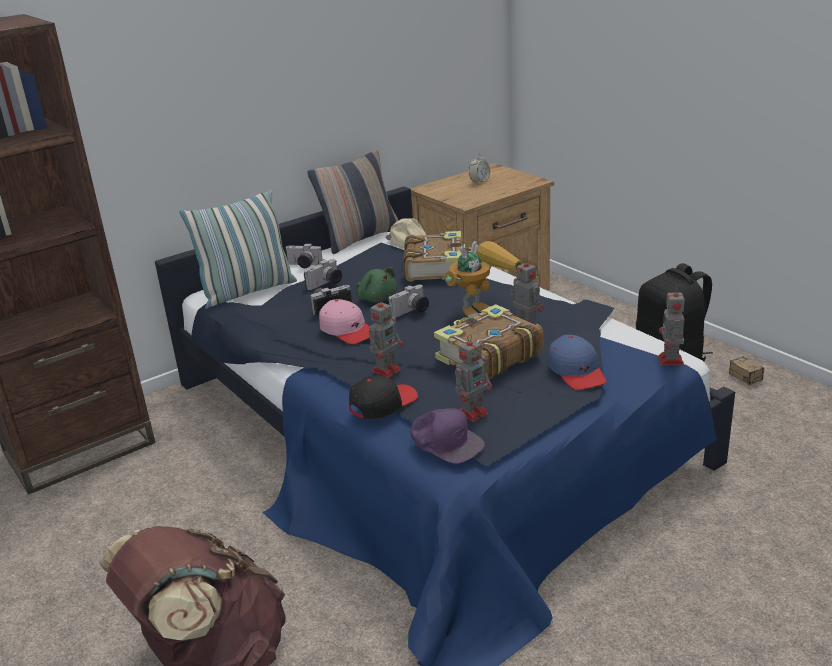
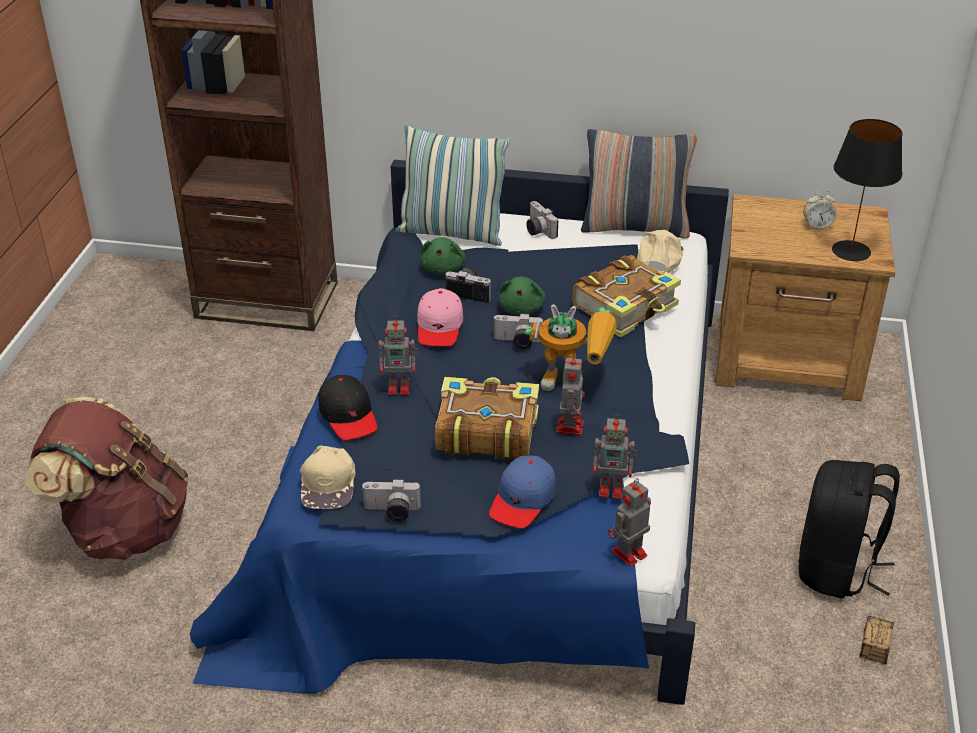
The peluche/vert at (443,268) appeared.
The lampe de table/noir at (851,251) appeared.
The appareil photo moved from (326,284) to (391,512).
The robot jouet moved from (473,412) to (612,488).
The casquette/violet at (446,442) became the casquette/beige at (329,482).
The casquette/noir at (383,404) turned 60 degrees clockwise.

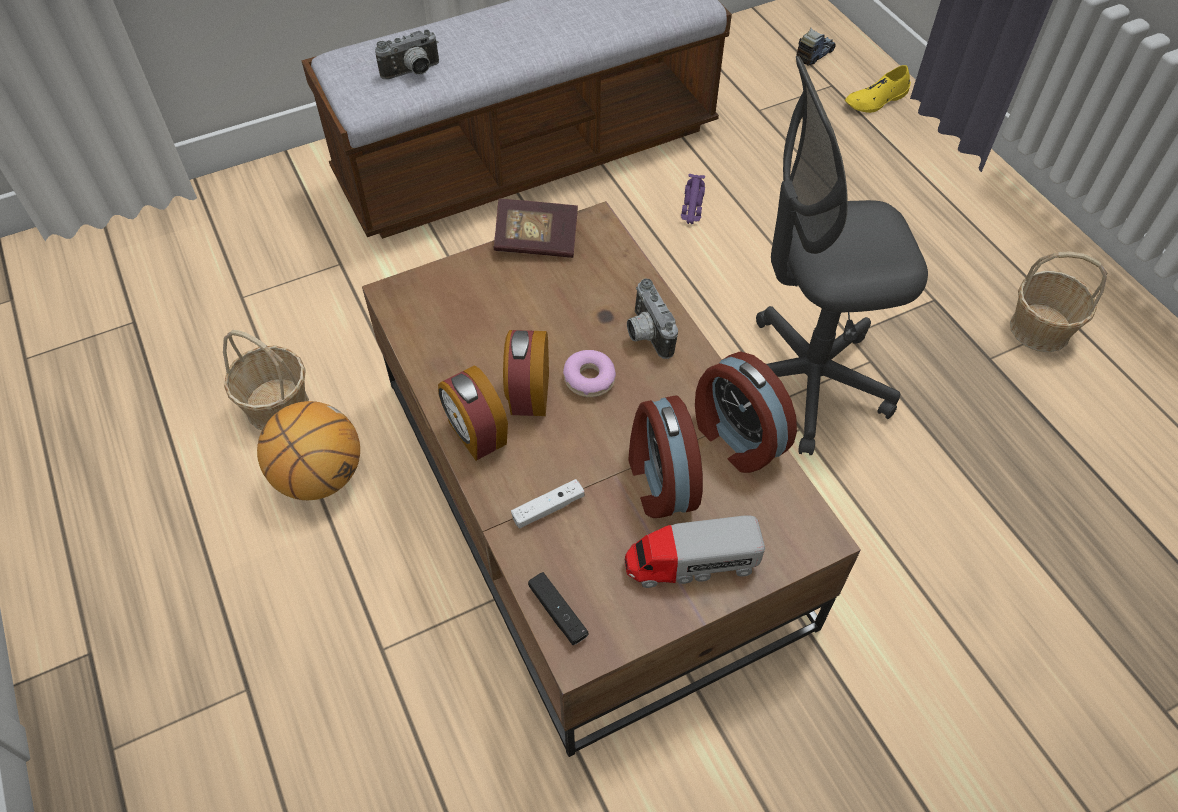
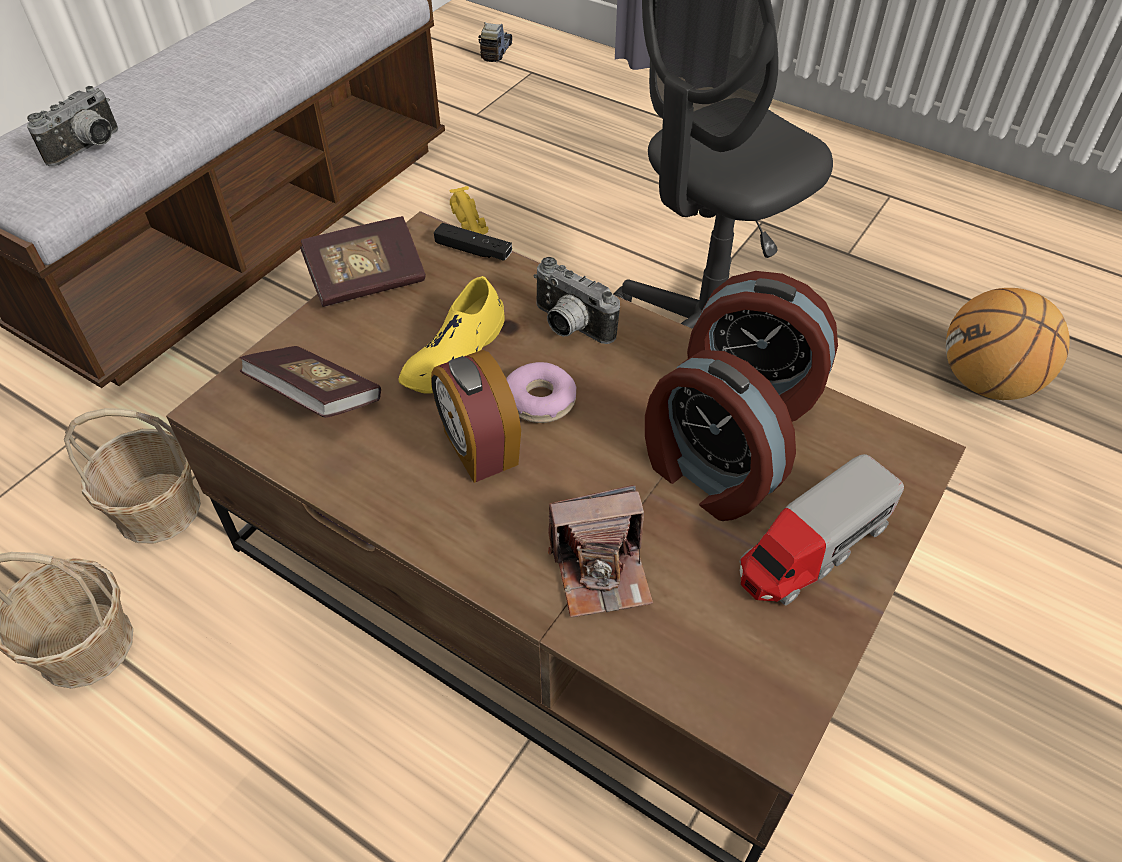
The réveil at (476,434) disappeared.
The livre at (316,398) appeared.
The ballon de basket moved from (319,477) to (987,383).
The manette/noir moved from (558,612) to (473,250).
The chaussure/jaune moved from (876,100) to (455,355).
The panier moved from (1040,329) to (159,509).
The manette/blanc at (548,508) was replaced by the appareil photo at (601,570).
The petite voiture/violet at (692,206) became the petite voiture/jaune at (469,222).

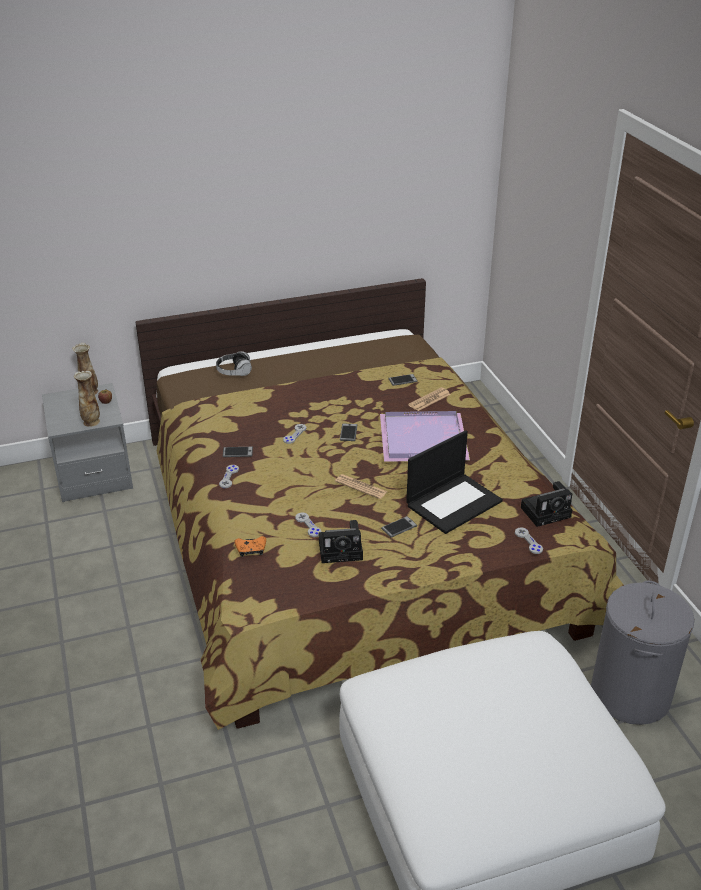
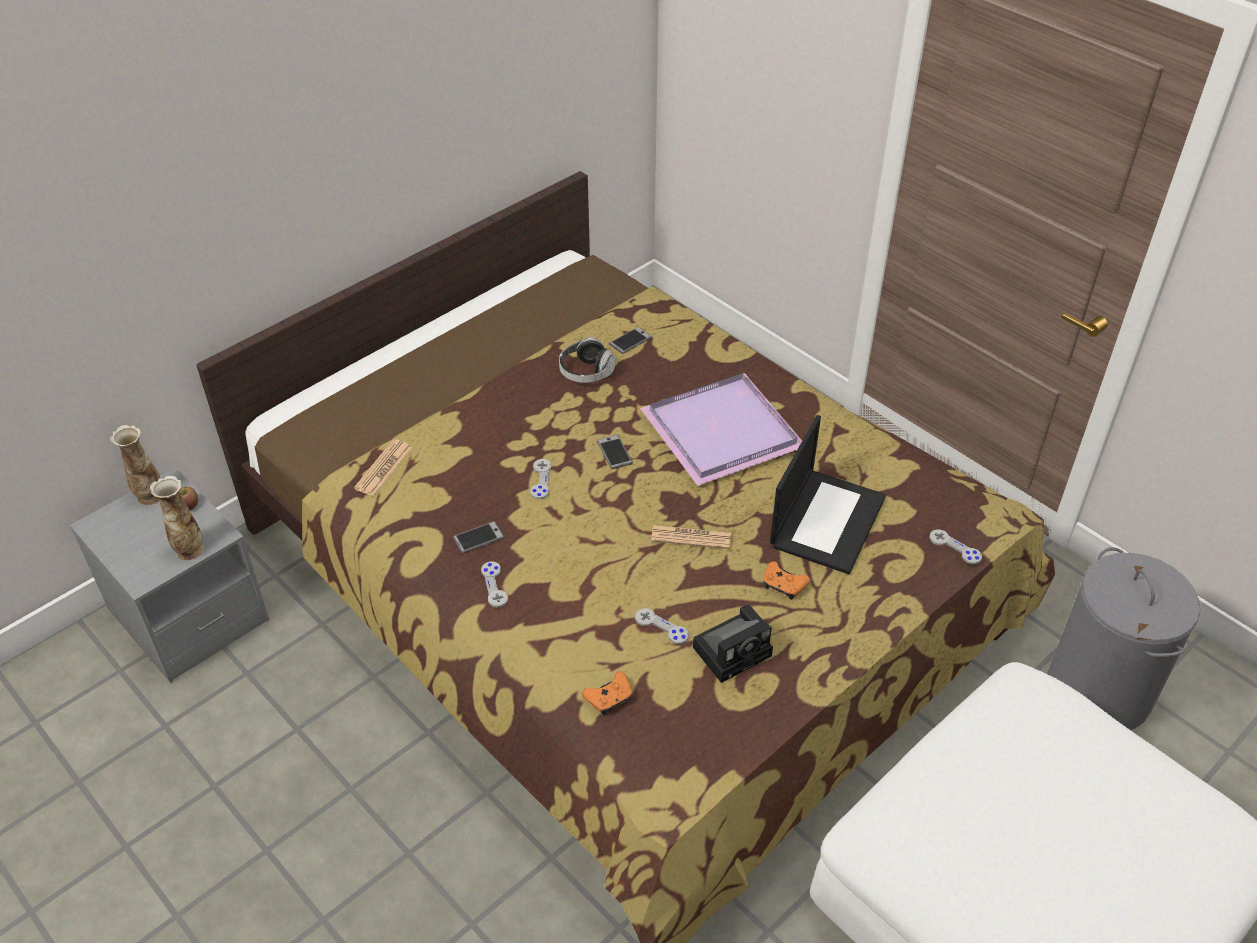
The appareil photo at (547,511) disappeared.
The casque audio moved from (234,372) to (586,372).
The journal moved from (429,400) to (383,468).
The téléphone at (399,527) was replaced by the manette/orange at (783,585).

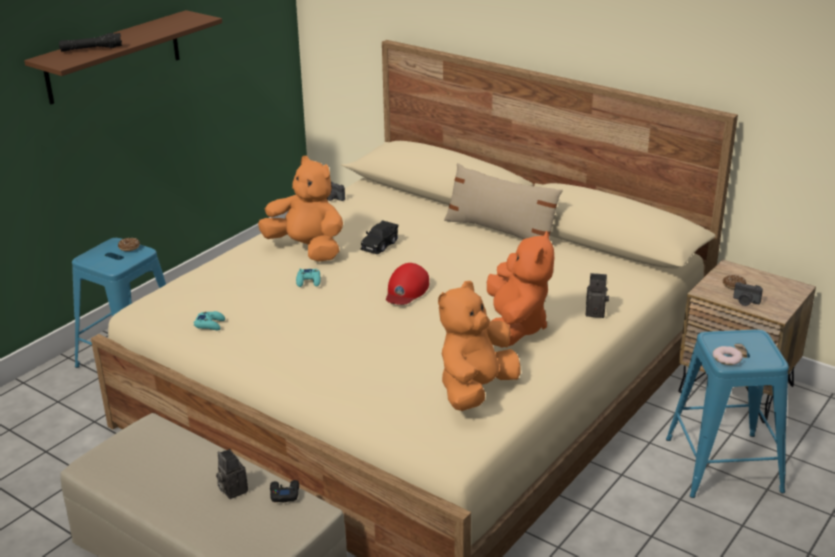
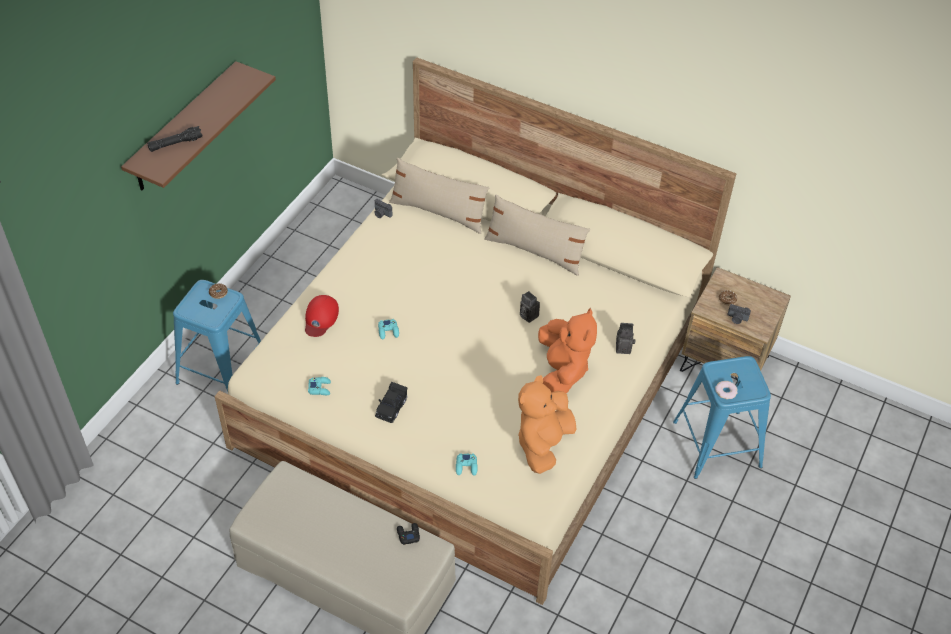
The peluche/orange at (307,249) disappeared.
The coussin/beige at (438,212) appeared.
The manette/turquoise at (466,466) appeared.
The appareil photo moved from (232,489) to (527,315).
The petite voiture/noir moved from (379,245) to (391,407).
The casquette/rouge moved from (406,290) to (320,318).

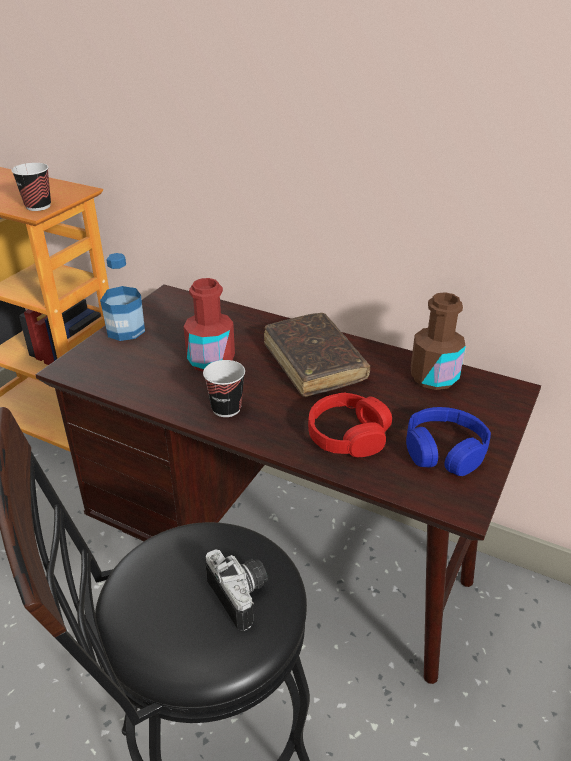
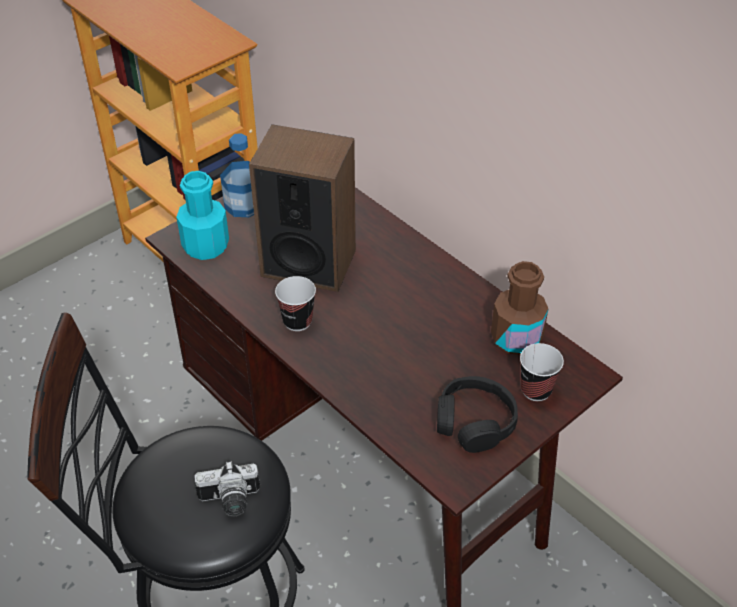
The livre/marron at (314,363) disappeared.
The casque audio/rouge at (348,435) disappeared.
The bouteille/turquoise at (205,246) appeared.
The tasse moved from (38,206) to (536,390).
The bouteille/rouge at (211,361) was replaced by the enceinte at (308,262).
The casque audio/bleu at (444,451) became the casque audio/noir at (474,422).
The appareil photo at (243,595) turned 90 degrees clockwise.

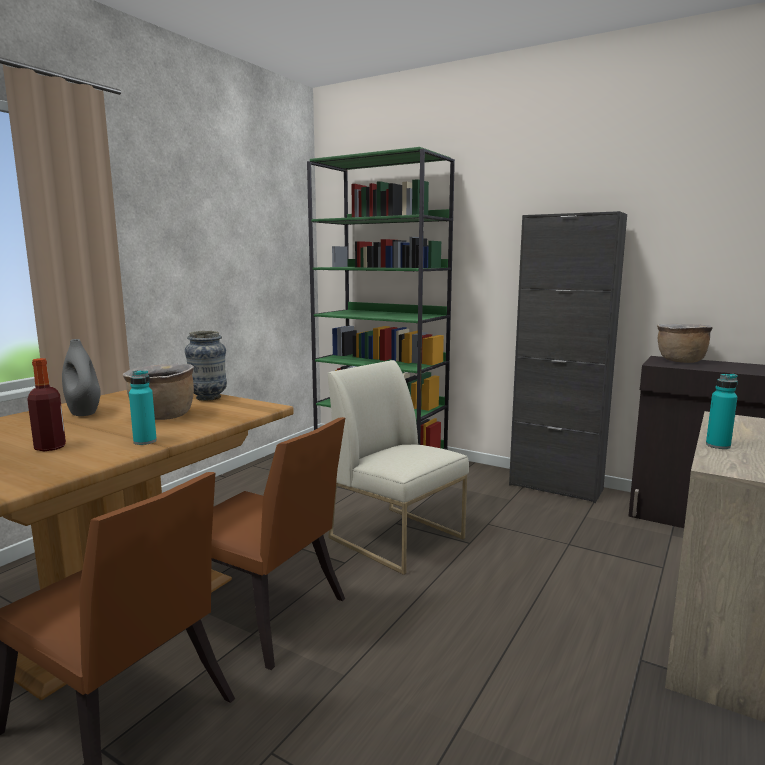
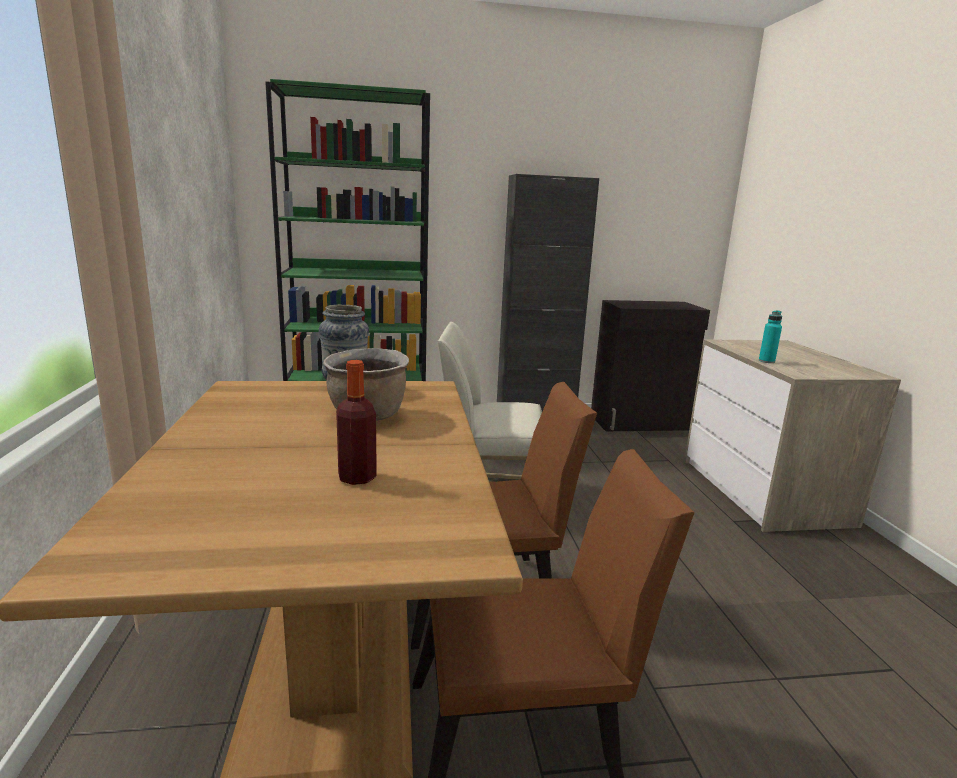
The vase/gris at (84,412) disappeared.
The bouteille/turquoise at (145,441) disappeared.
The marmite/marron at (680,361) disappeared.

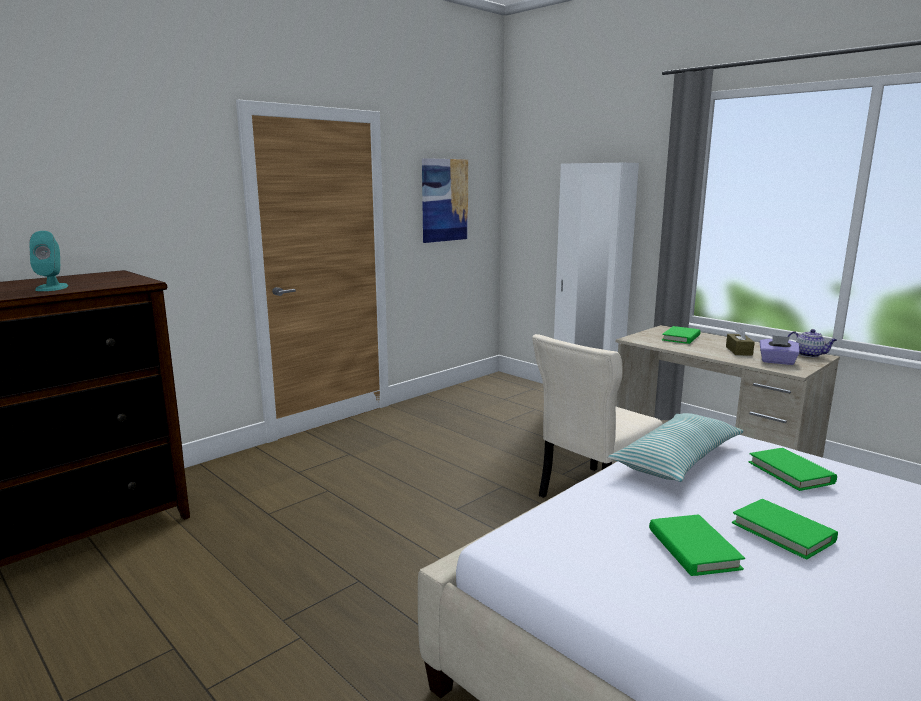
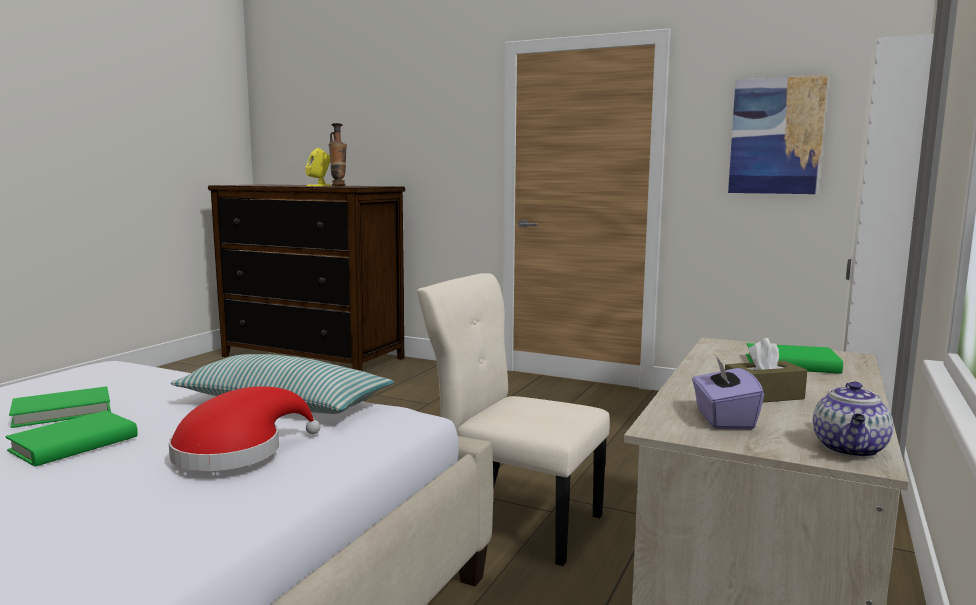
The vase at (338,186) appeared.
The livre/vert at (790,472) was replaced by the chapeau/rouge at (236,451).
The enceinte/turquoise at (52,288) became the enceinte/jaune at (319,186).

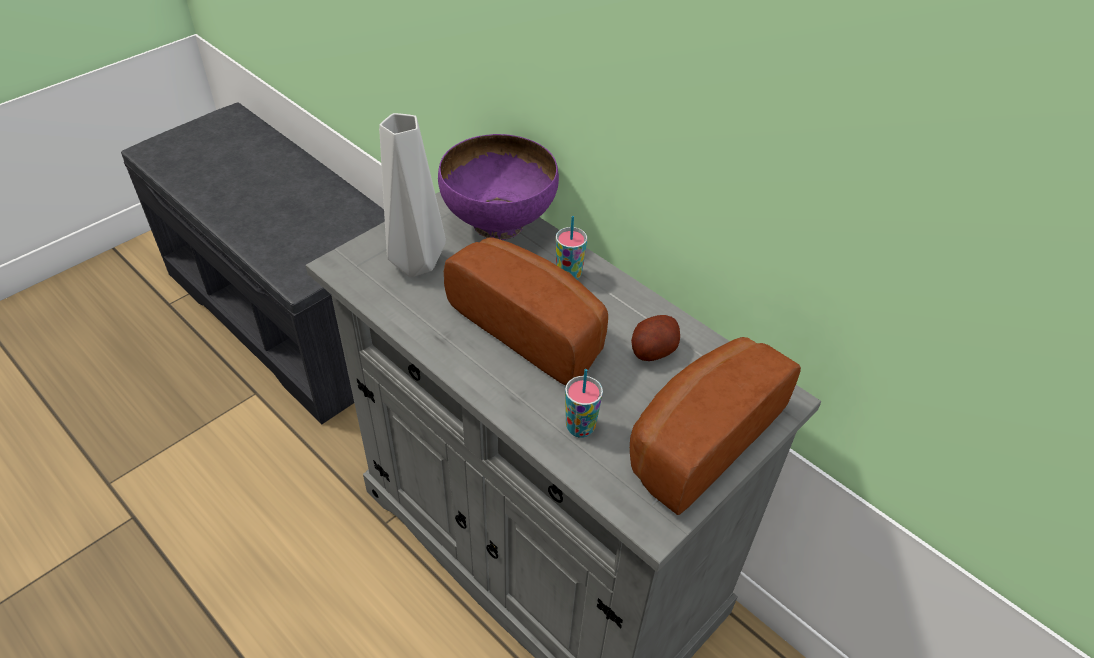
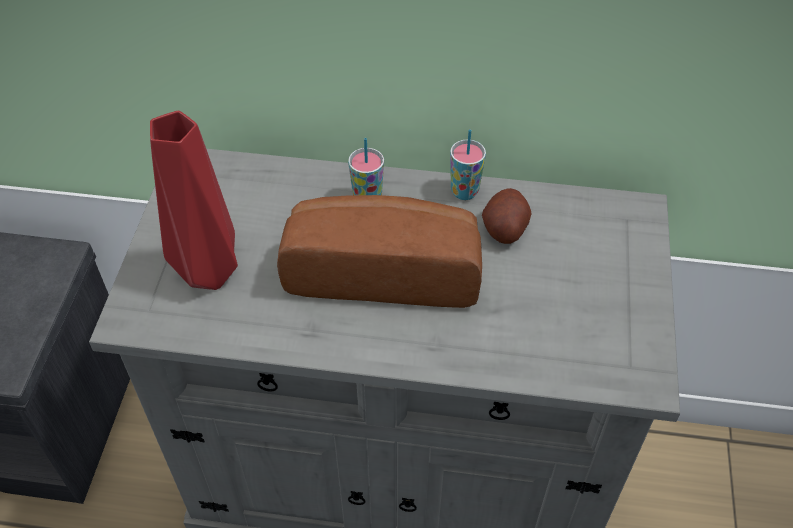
The bol/violet at (498,225) disappeared.
The pain at (697,438) disappeared.
The tasse moved from (580,427) to (464,191).
The vase/gris at (413,263) became the vase/rouge at (206,273).

